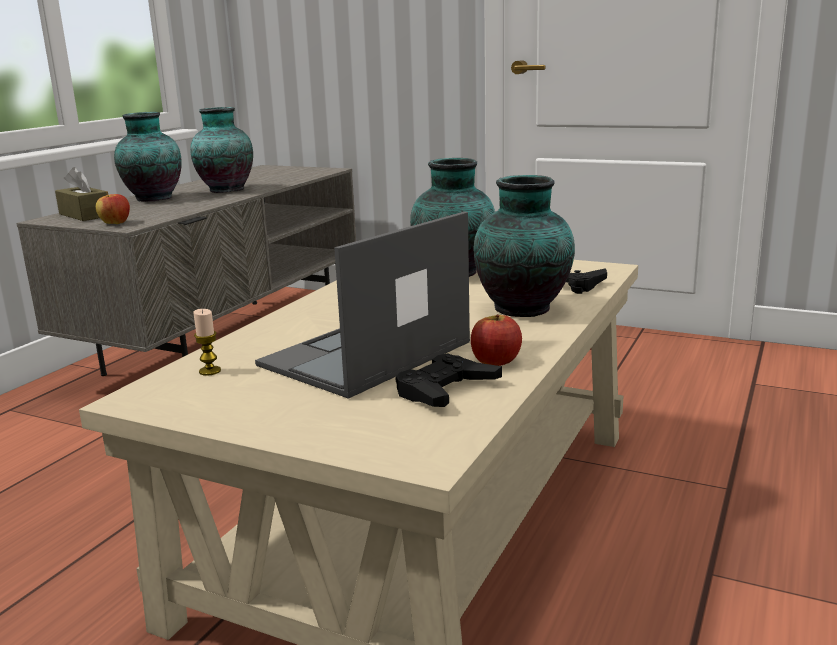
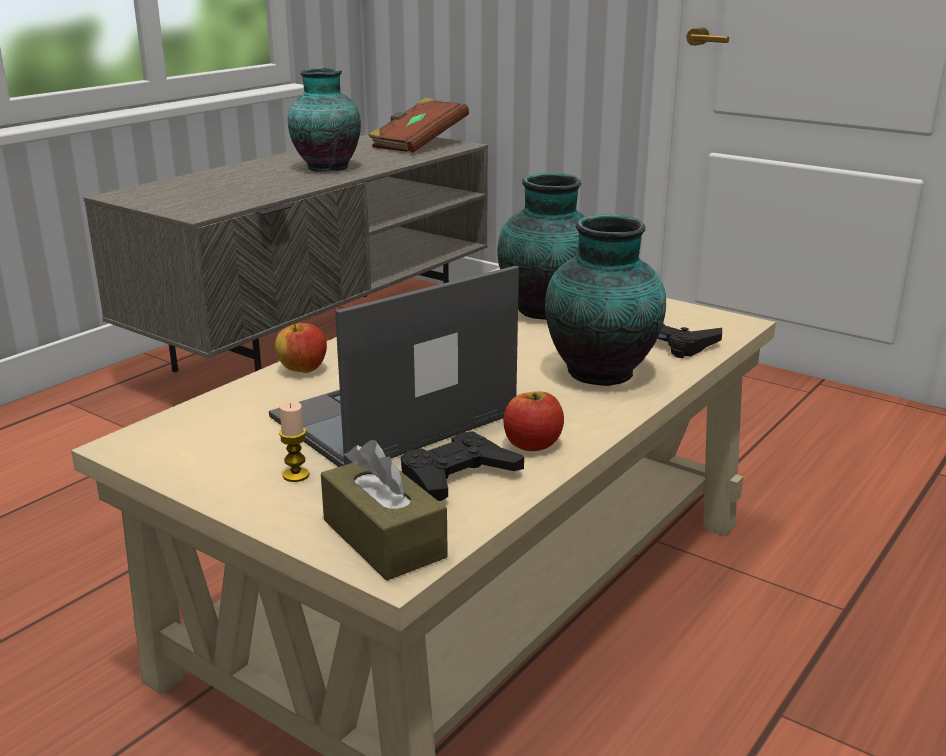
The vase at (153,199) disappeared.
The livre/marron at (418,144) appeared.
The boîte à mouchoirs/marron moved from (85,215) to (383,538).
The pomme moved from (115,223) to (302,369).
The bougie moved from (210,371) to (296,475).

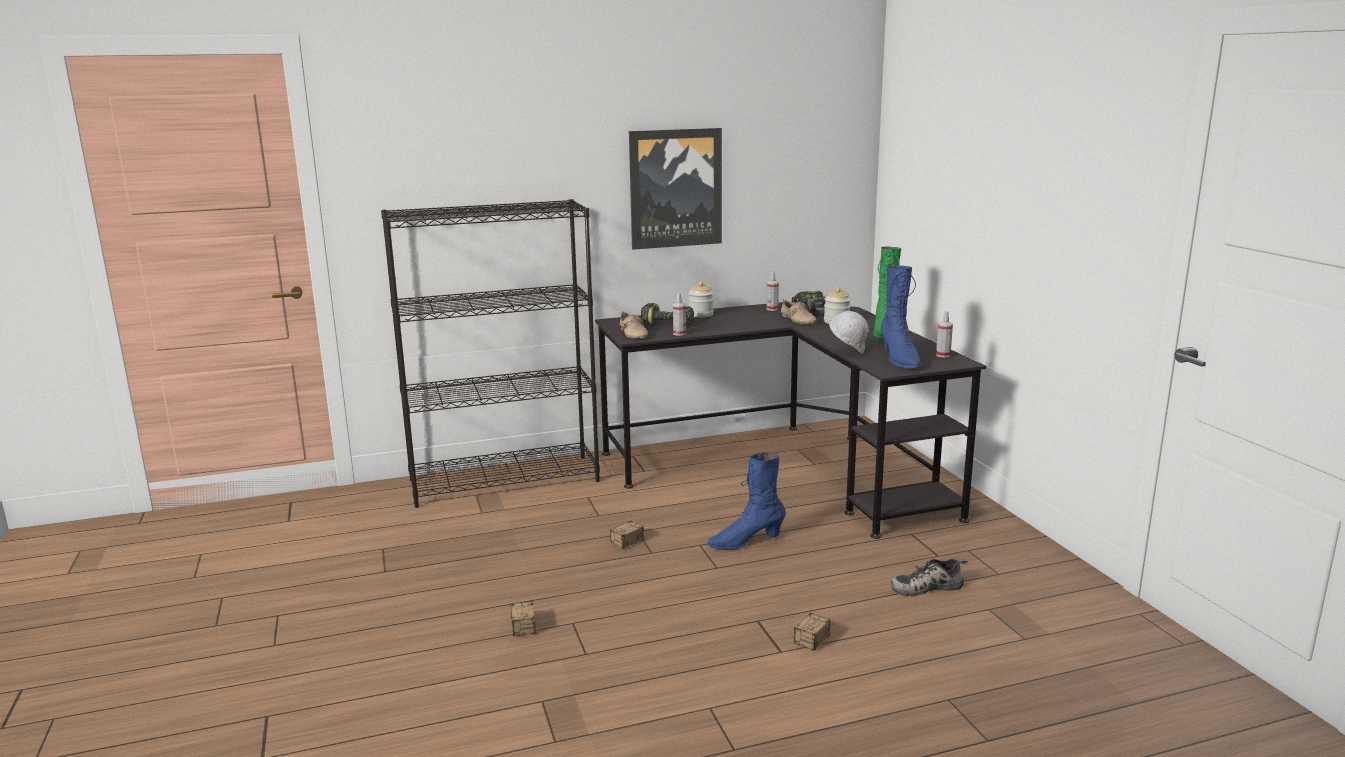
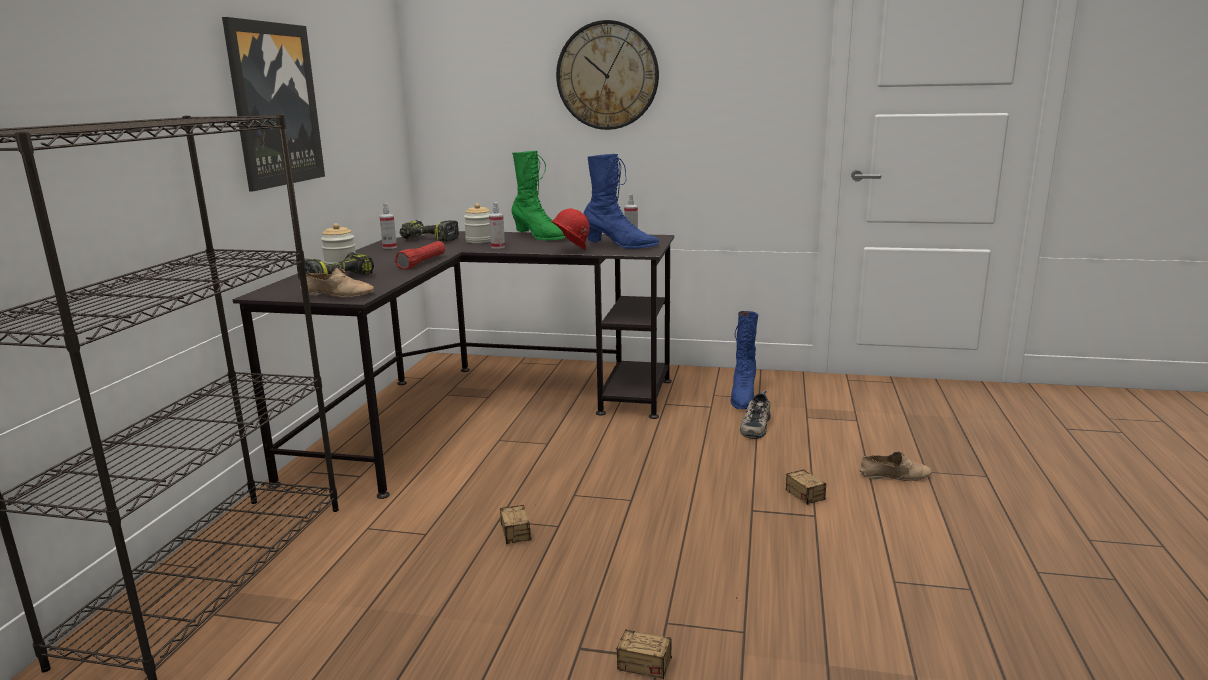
The lampe de poche/rouge at (422,263) appeared.
The horloge murale at (607,76) appeared.
The vaporisateur moved from (679,333) to (498,247).
The botte/bleu moved from (745,542) to (742,397).
The chaussure/beige moved from (798,319) to (894,475).
The casque de chantier/blanc at (848,351) became the casque de chantier/rouge at (570,251).

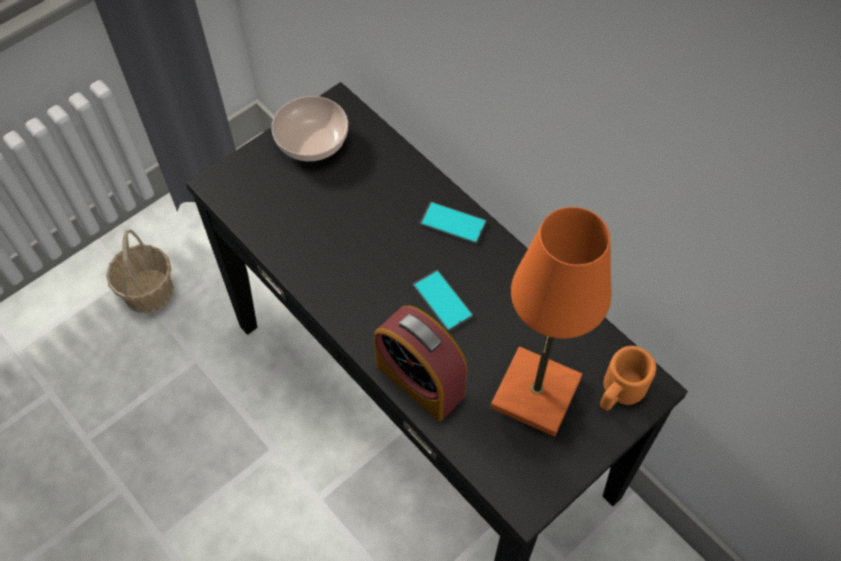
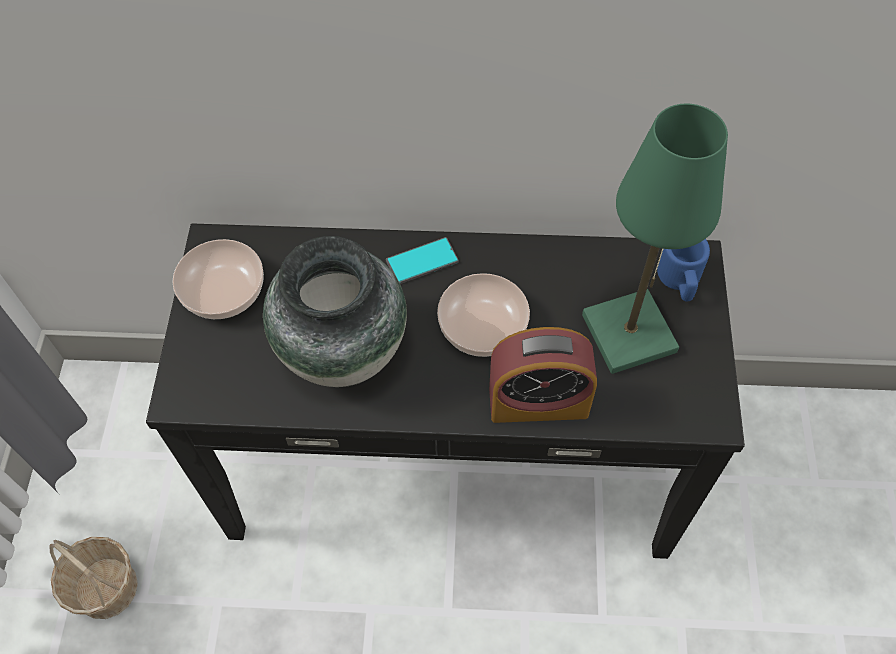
The vase at (344,352) appeared.
The téléphone at (442,301) was replaced by the bol at (483,327).
The lampe de table/orange at (536,393) became the lampe de table/vert at (629,334).
The mug/orange at (619,391) became the mug/bleu at (680,280).

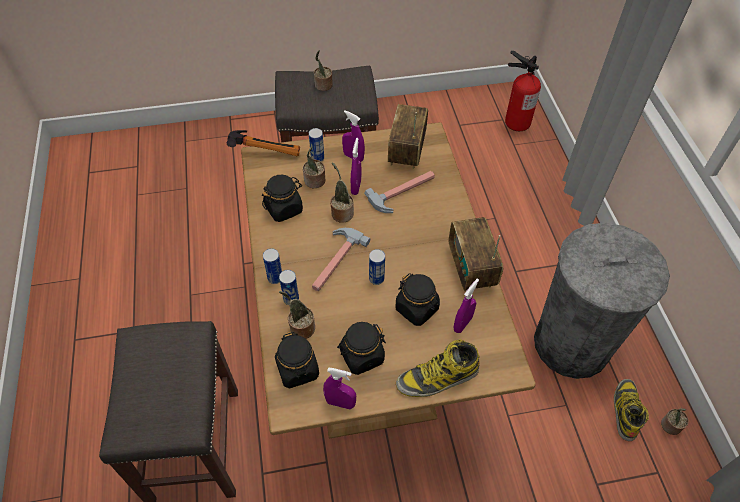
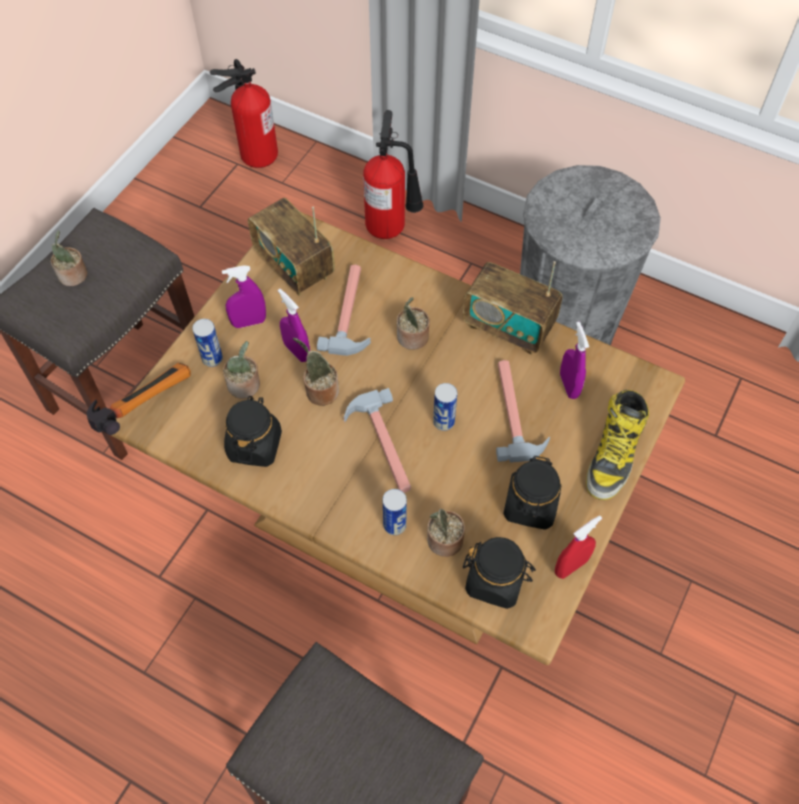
The boîte métallique at (275,278) disappeared.
The botte at (625,410) disappeared.
The extincteur at (391,227) appeared.
The plante en pot moved from (670,426) to (412,338).
The bocal/noir at (417,309) was replaced by the marteau at (515,412).
The vaporisateur/violet at (340,403) became the vaporisateur/rouge at (571,566).

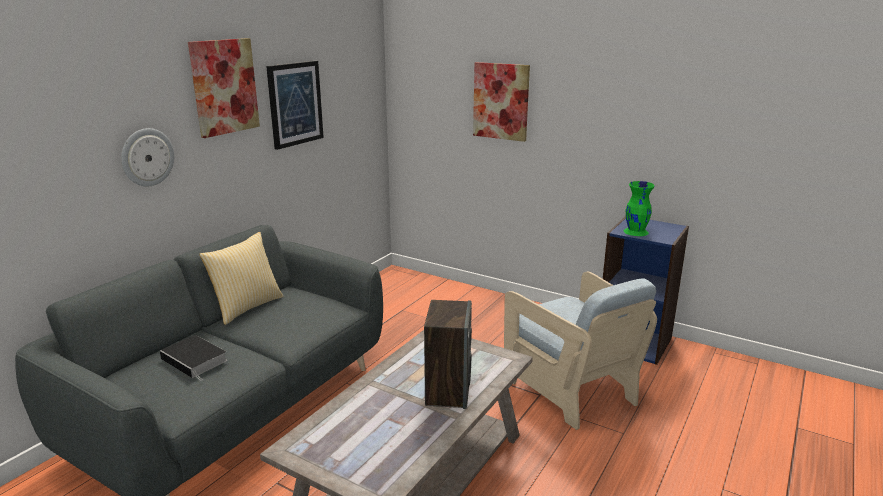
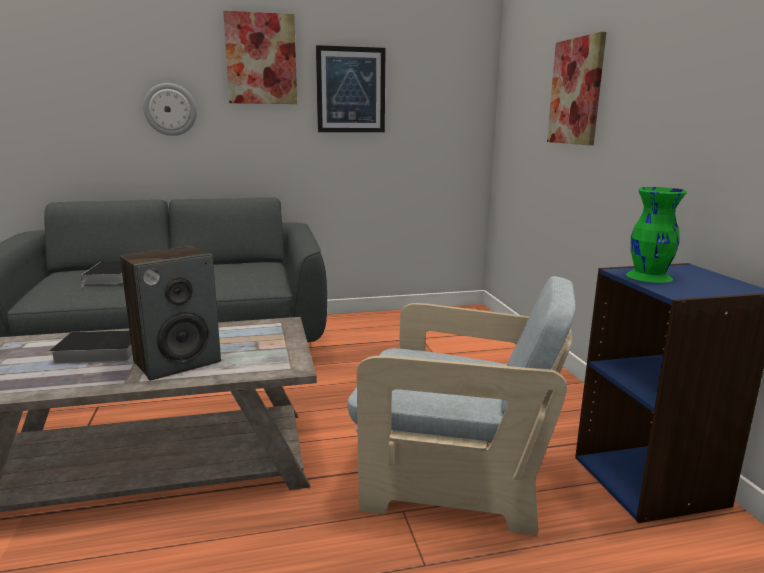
The coussin at (246,307) disappeared.
The livre at (97,352) appeared.
The fauteuil/beige at (570,389) turned 90 degrees counterclockwise.

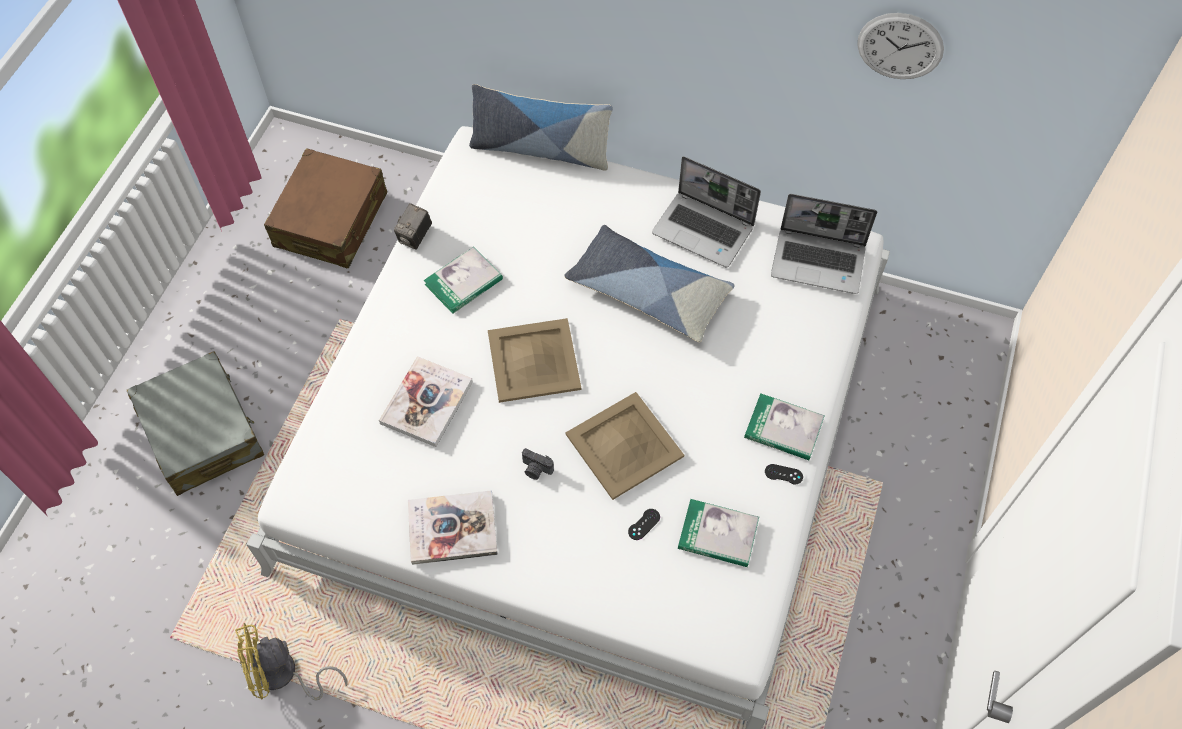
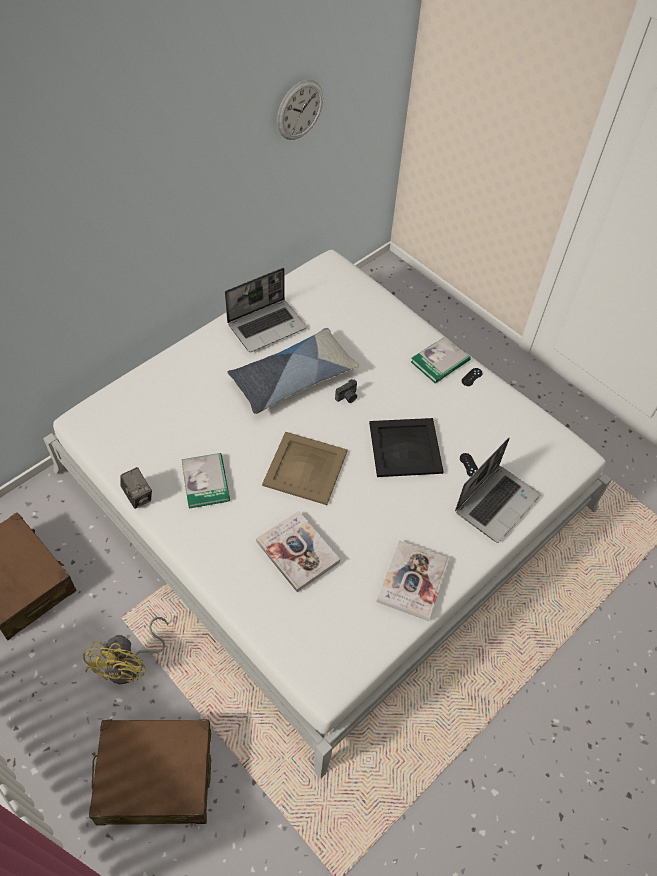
The coussin at (540,150) disappeared.
The livre at (718,534) disappeared.
The ventilateur/jaune moved from (284,676) to (131,664).
The appareil photo moved from (536,470) to (347,397).
The ordinateur portable moved from (819,261) to (496,502).
The valise/gris at (202,432) became the valise/marron at (155,776).
The plateau/beige at (624,444) became the plateau/noir at (404,447).

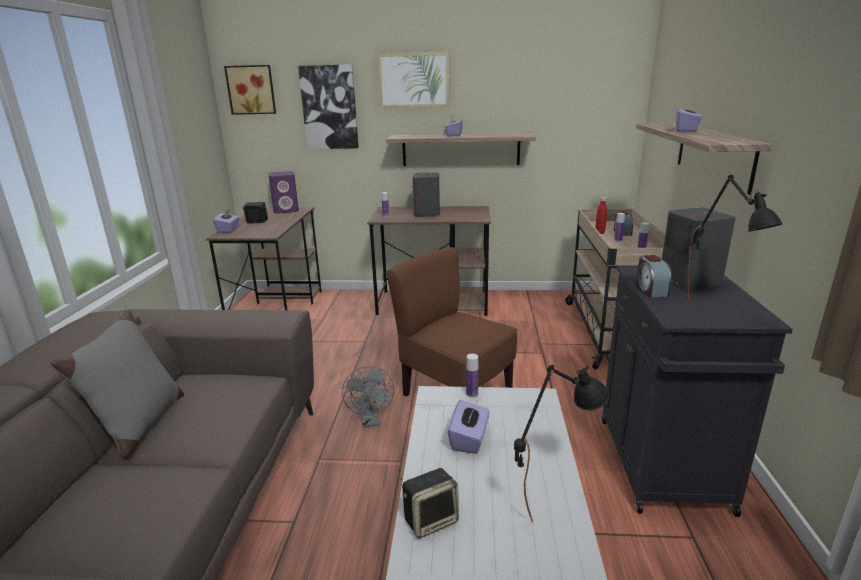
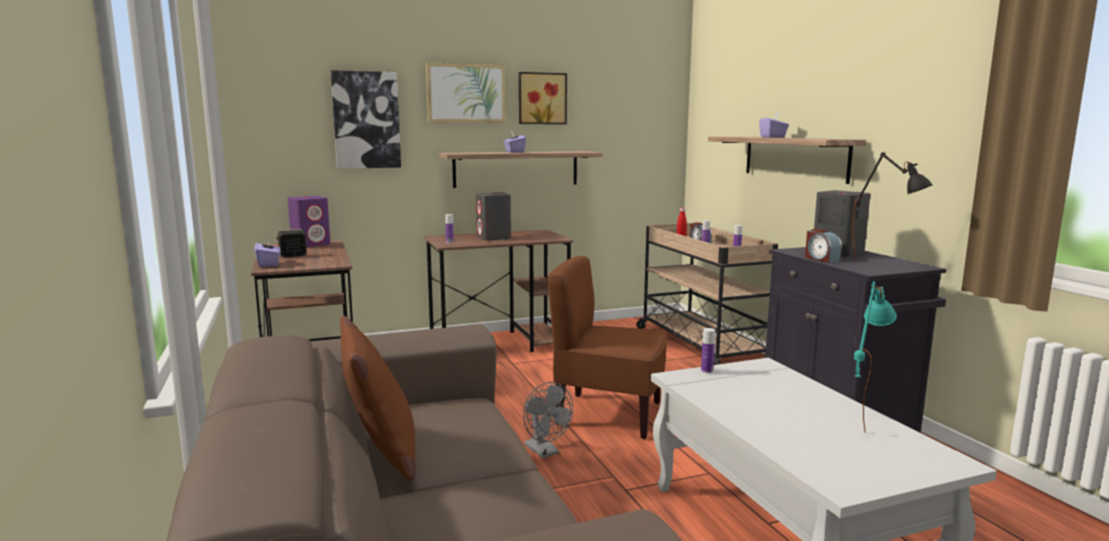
The enceinte at (431,519) disappeared.
The boîte à mouchoirs/violet at (469,439) disappeared.
The tableau moved from (251,90) to (541,98).
The coussin/gris at (140,425) became the coussin/marron at (381,456).
The lampe de table/noir at (553,500) became the lampe de table/turquoise at (861,418).

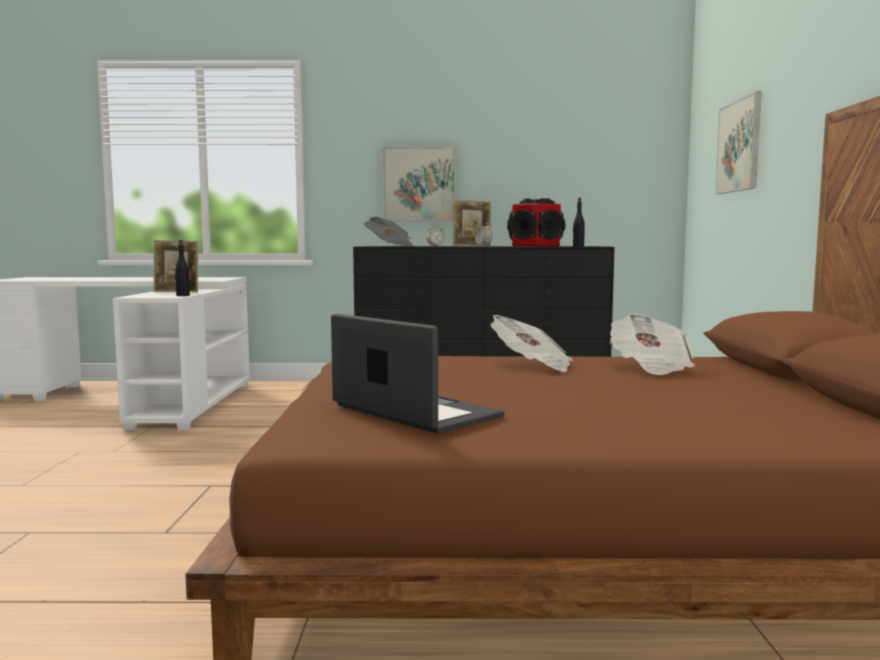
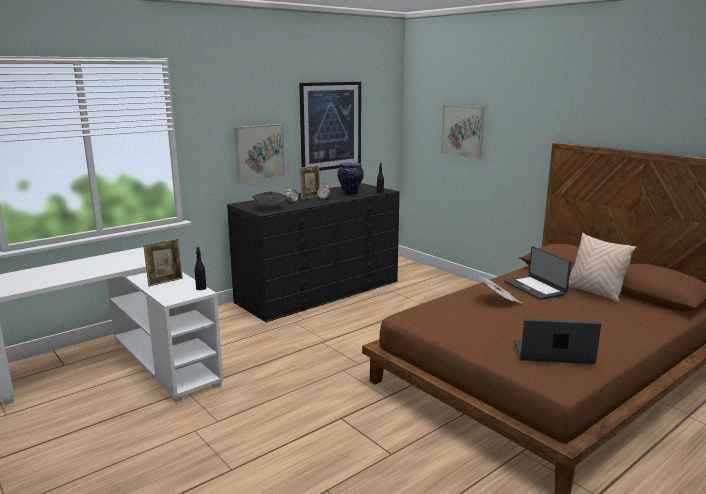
The tableau at (331,126) appeared.
The coussin/beige at (594,293) appeared.
The enceinte at (535,246) was replaced by the vase at (350,193).
The journal at (650,367) was replaced by the ordinateur portable at (535,288).

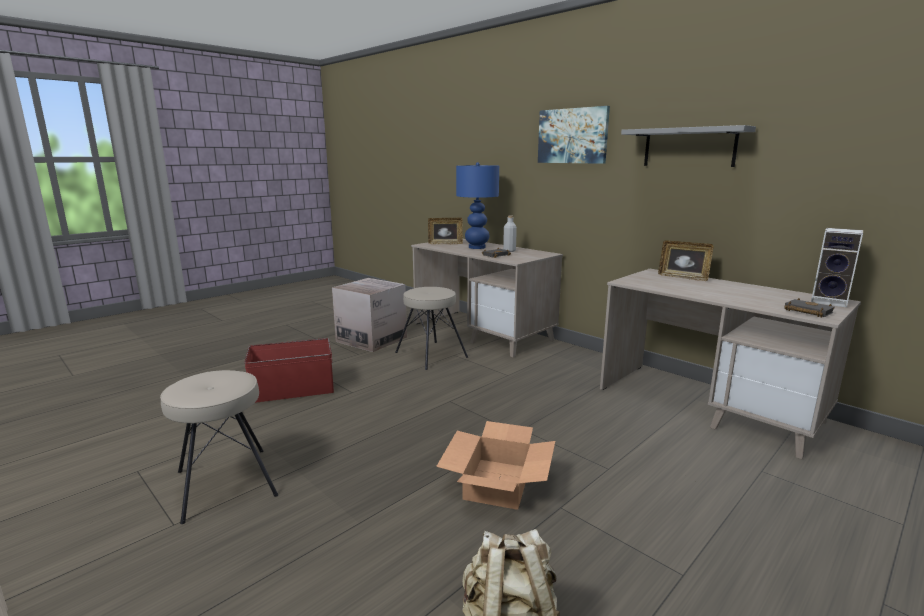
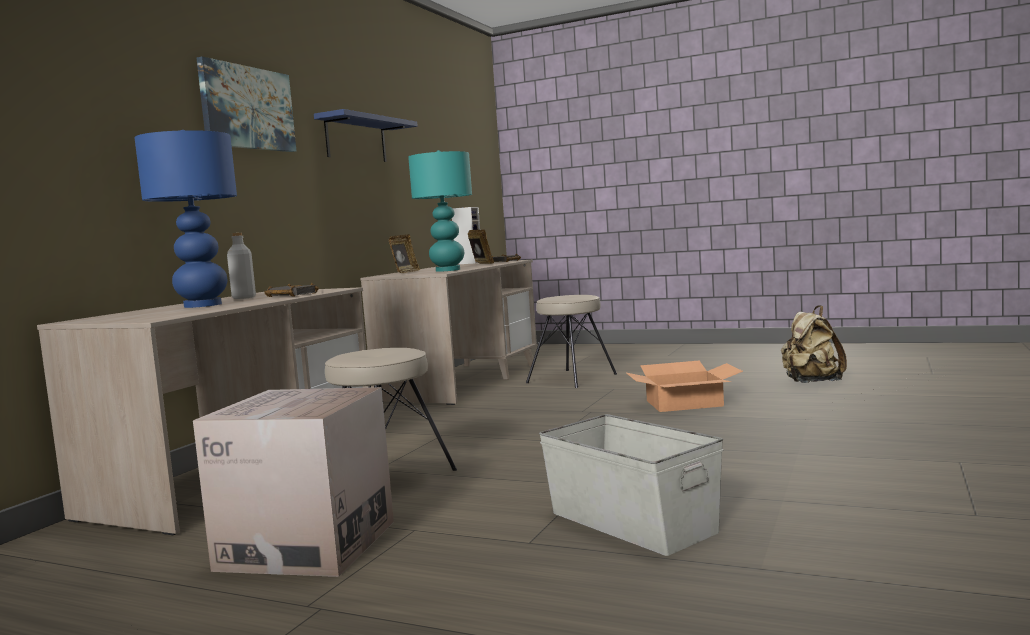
The lampe de table/turquoise at (448,270) appeared.
The tabouret/beige moved from (225,483) to (572,378).
The cadre photo moved from (445,243) to (481,264).
The boîte de rangement/rouge at (292,389) became the boîte de rangement/gris at (631,522).
The étagère/gris at (689,147) became the étagère/bleu at (356,139).

